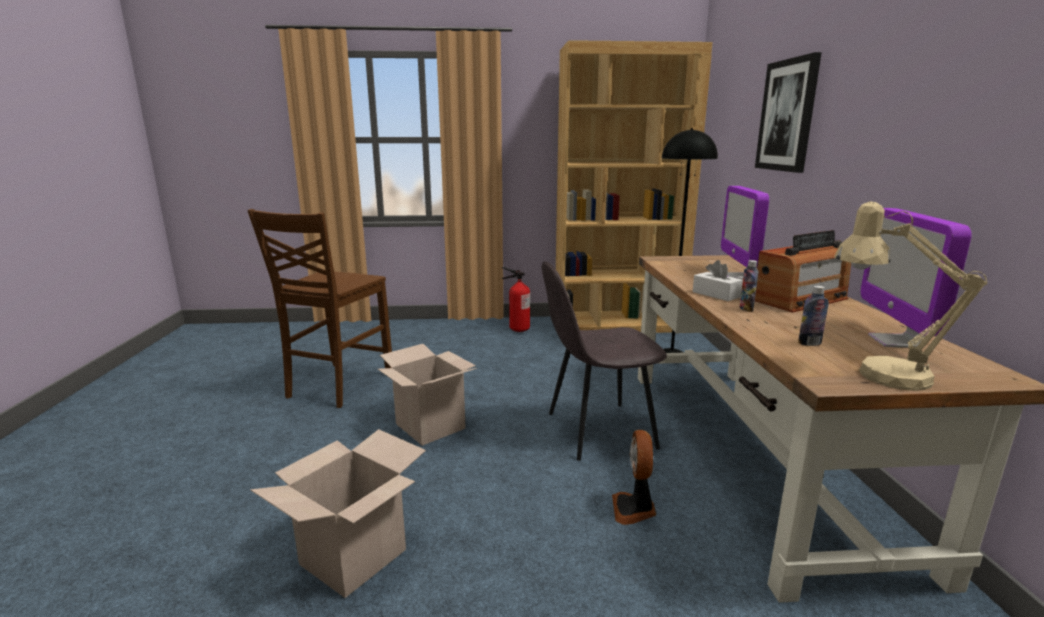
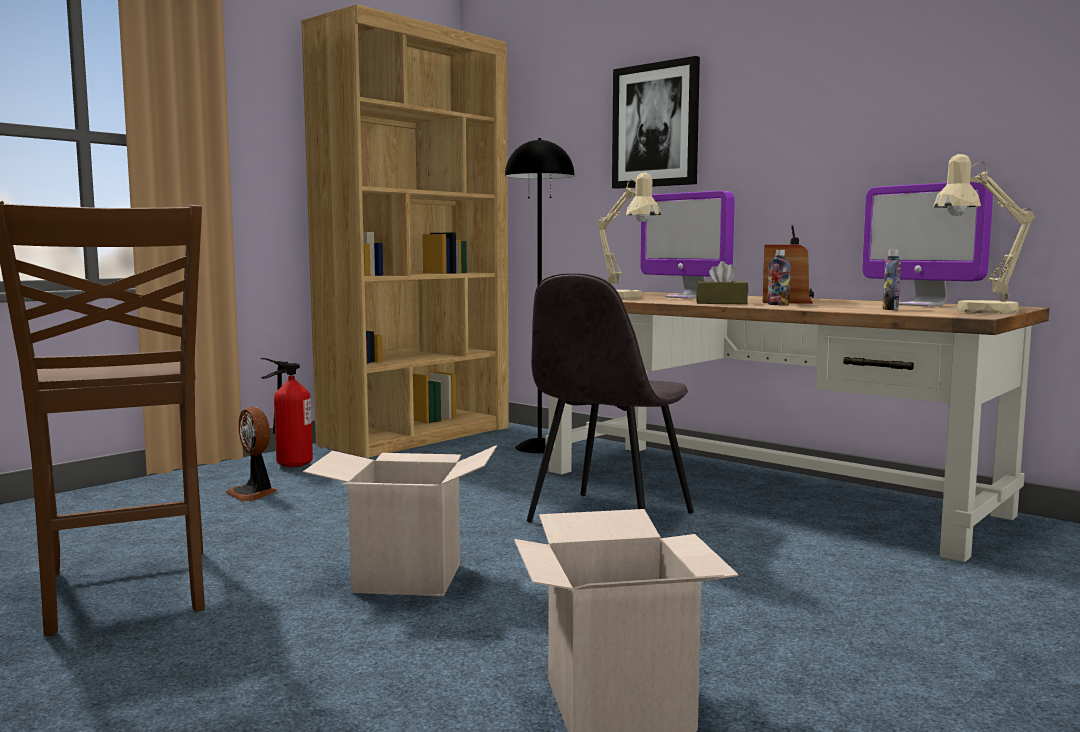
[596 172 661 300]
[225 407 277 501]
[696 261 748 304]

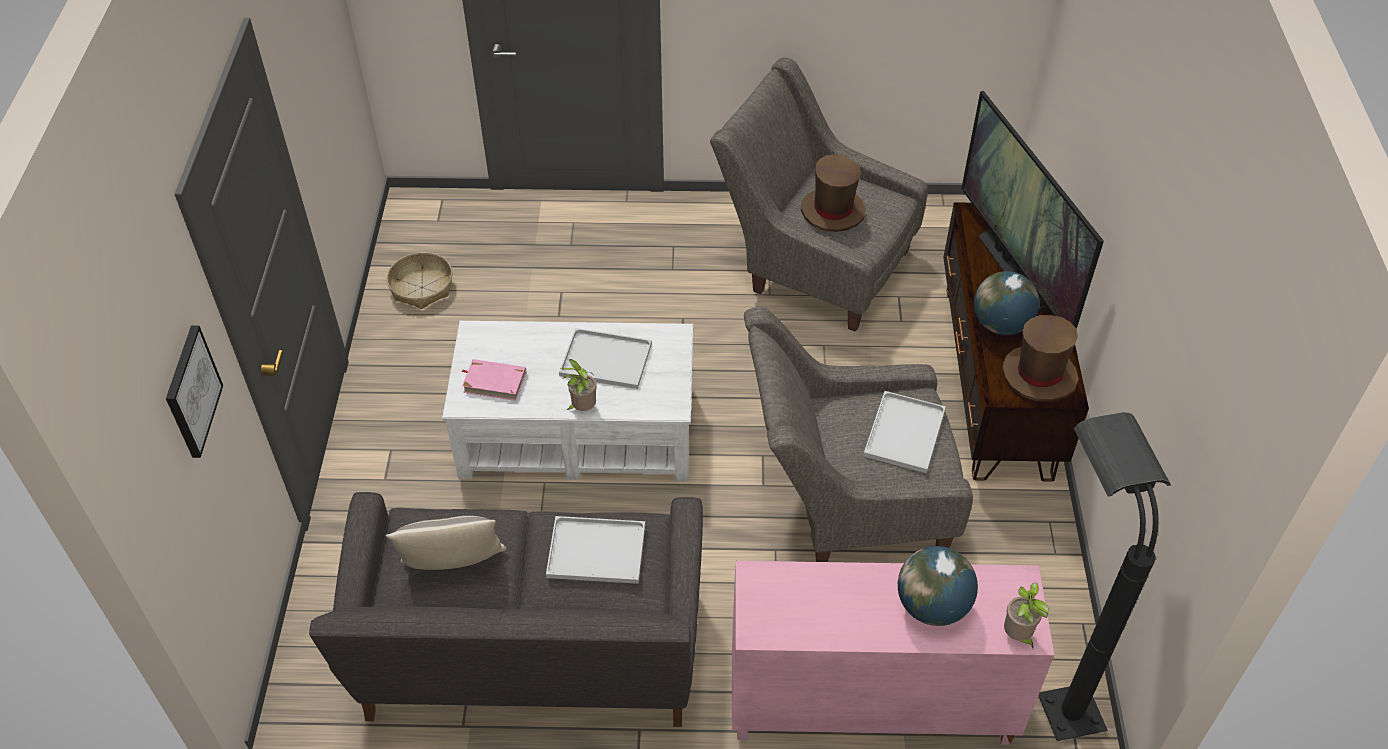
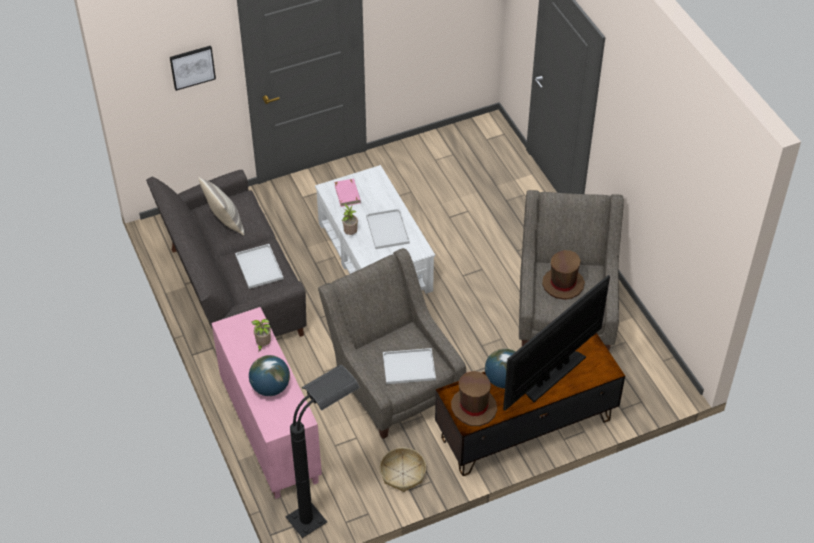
[380 447 426 492]
[251 319 271 352]

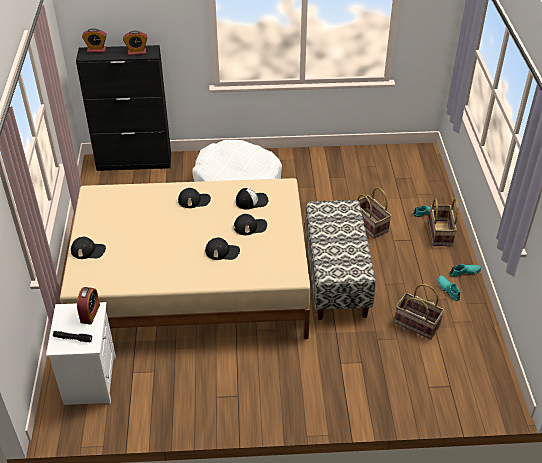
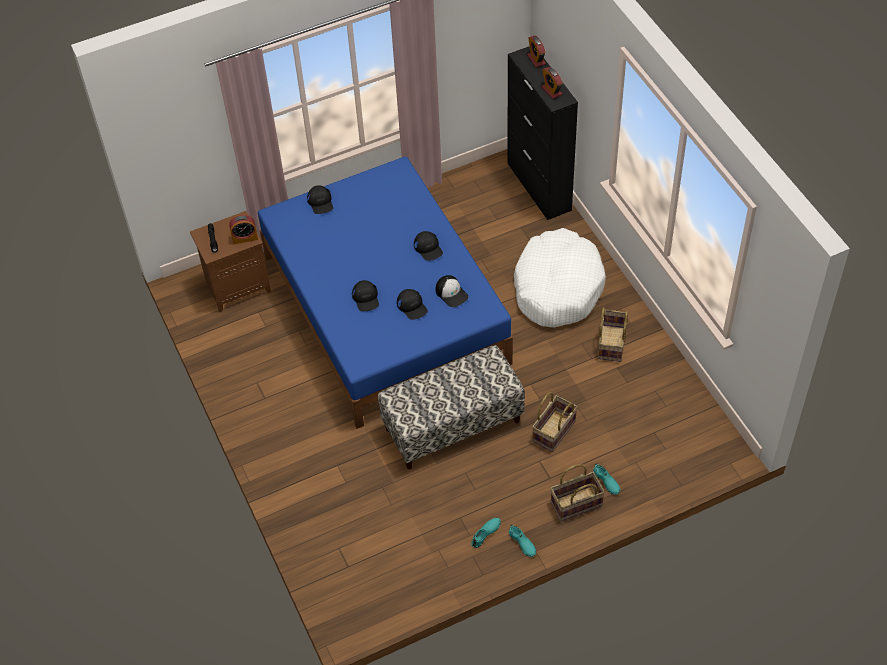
[598 307 628 362]
[190 211 271 312]
[258 156 513 429]

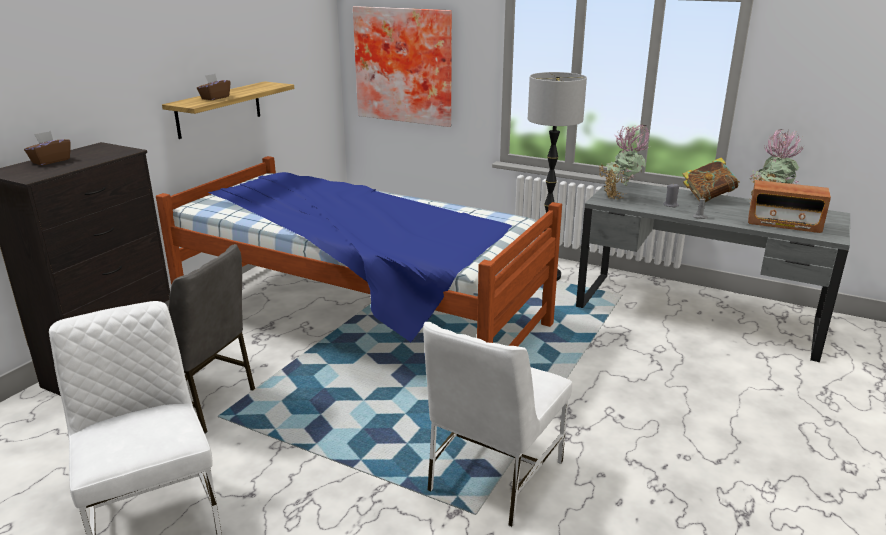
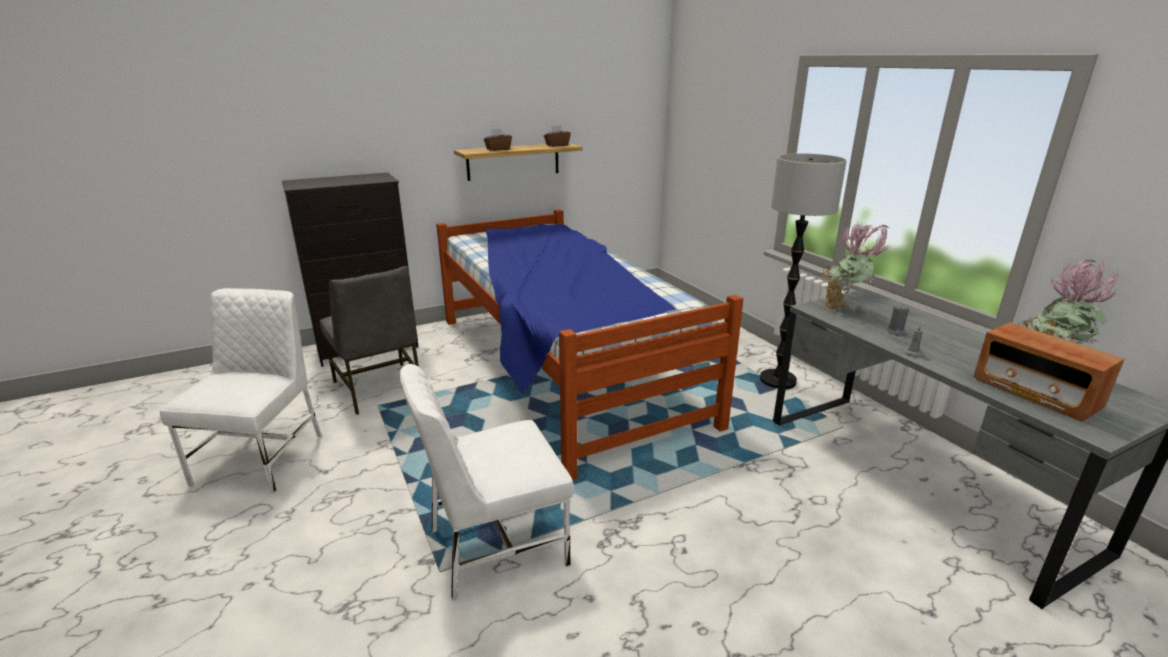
[353 6 452 127] (first image)
[683 158 740 202] (first image)
[544 125 571 147]

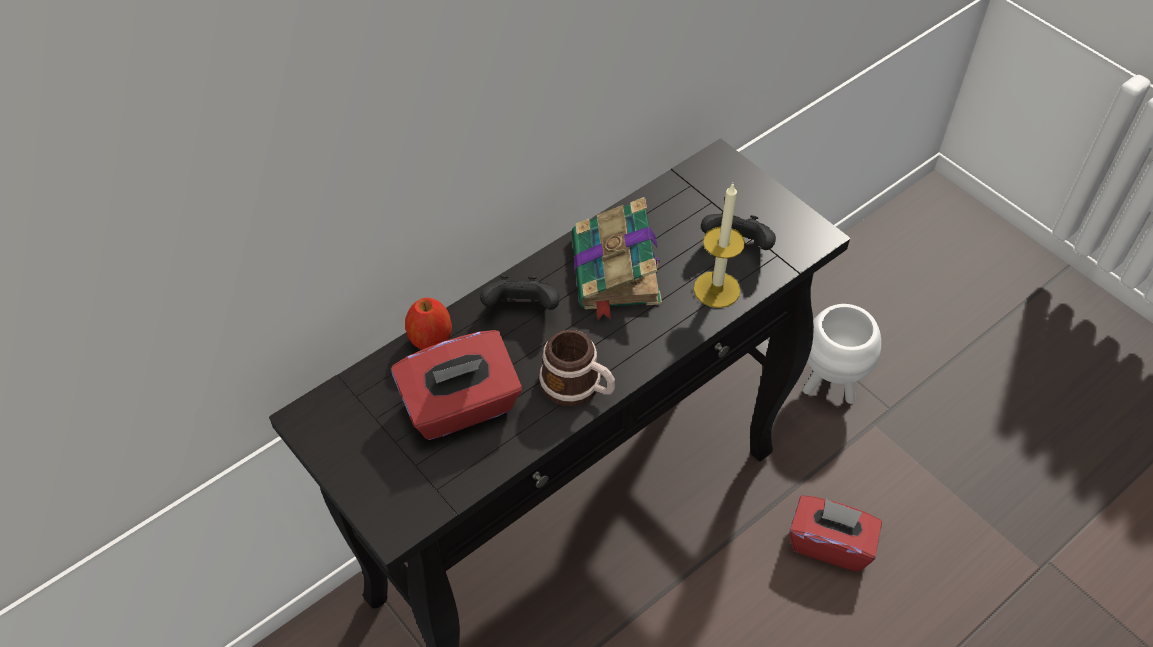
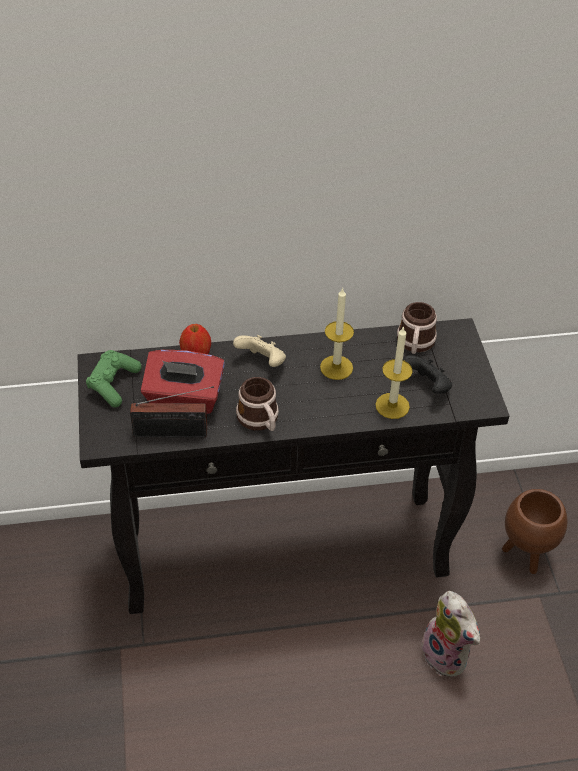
[86 350 142 408]
[130 386 214 437]
[397 302 437 354]
[320 288 354 380]
[422 591 480 677]
[233 335 286 367]
[502 489 567 574]

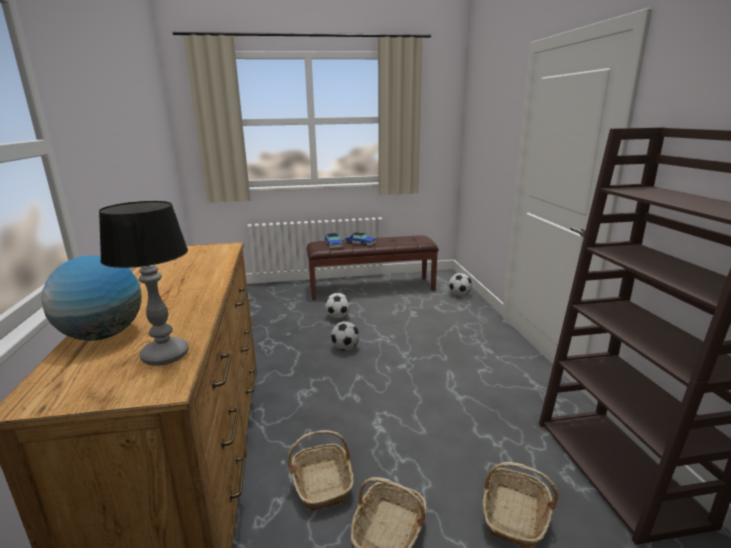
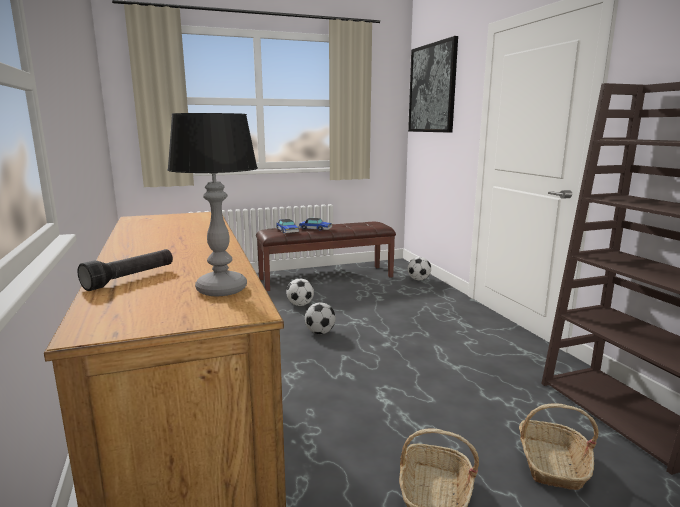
[287 430 354 511] (first image)
[408 36 458 132]
[78 249 173 291]

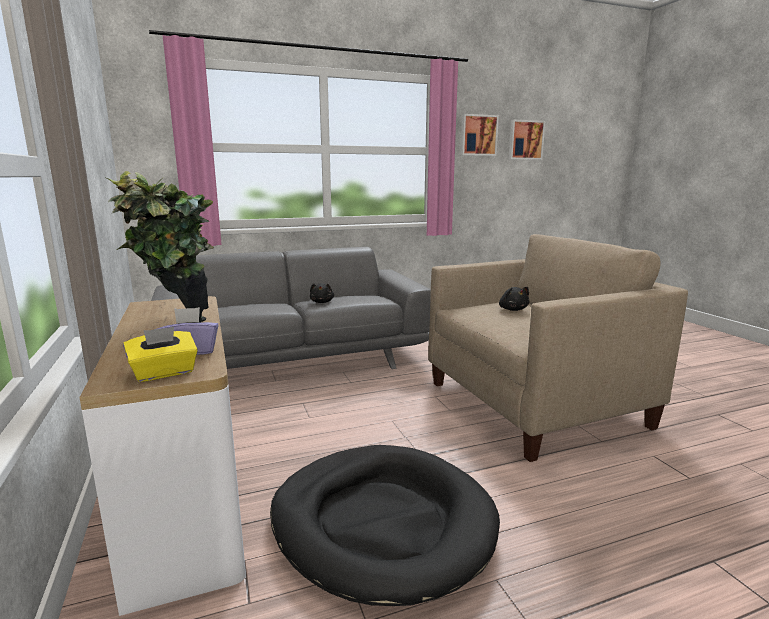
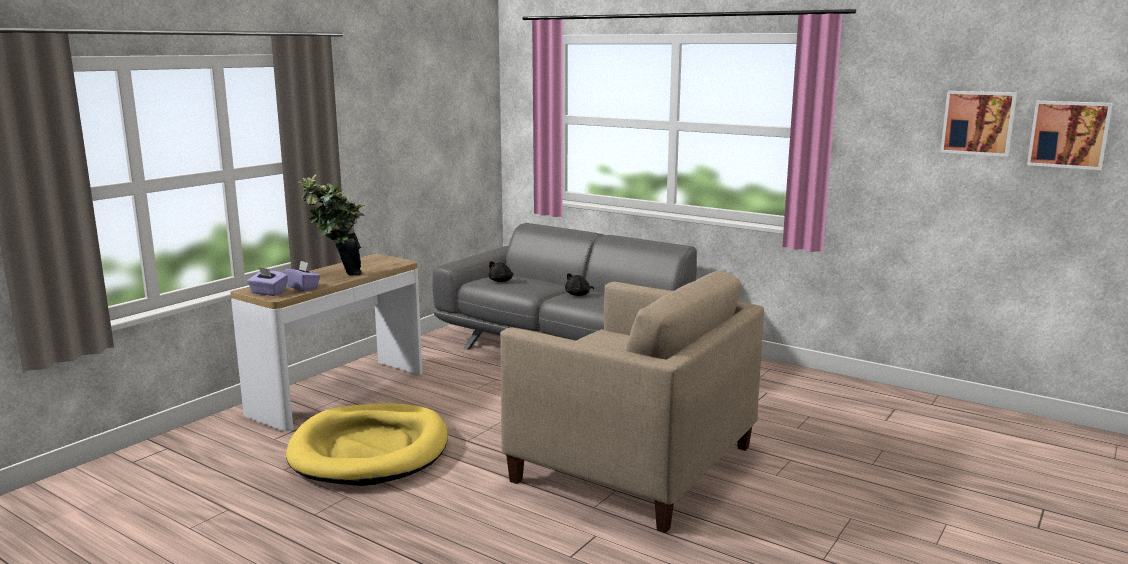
[1027 101 1113 170]
[488 261 513 282]
[247 267 288 296]
[286 403 448 486]

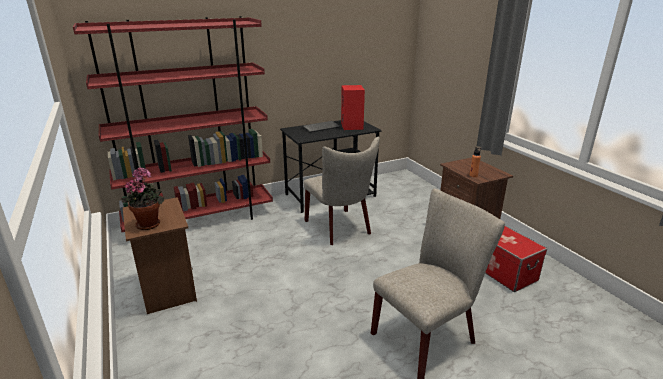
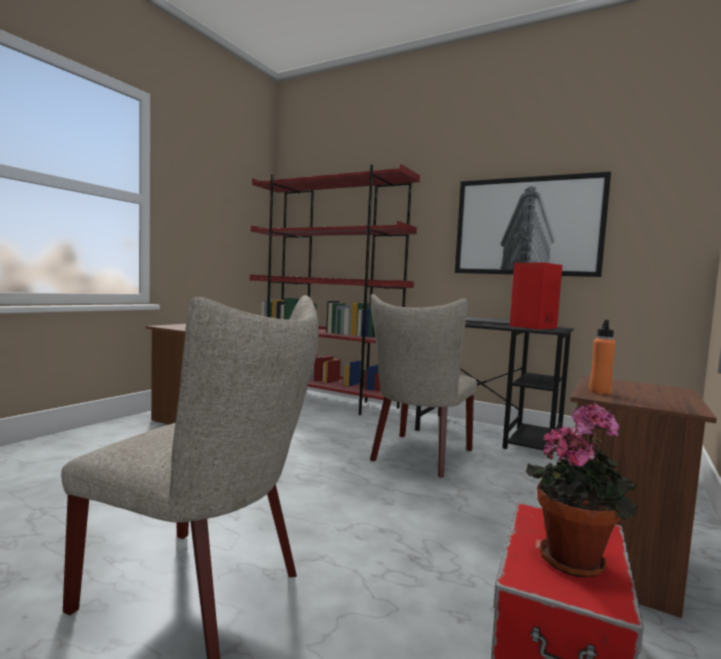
[455 171 611 277]
[526 403 637 577]

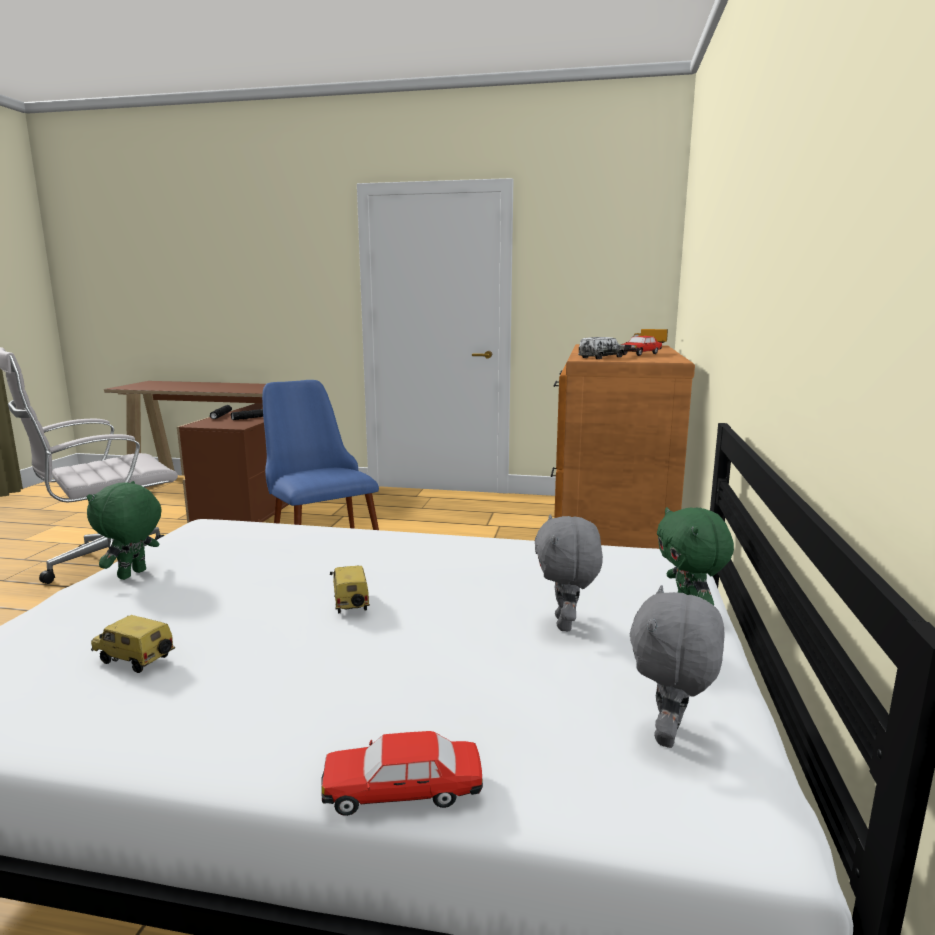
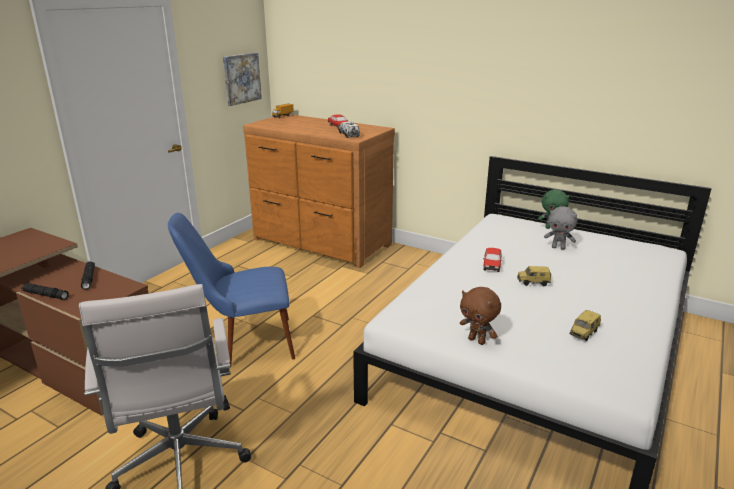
[630 585 724 748] (first image)
[223 53 262 106]
[483 248 503 272]
[460 287 501 345]

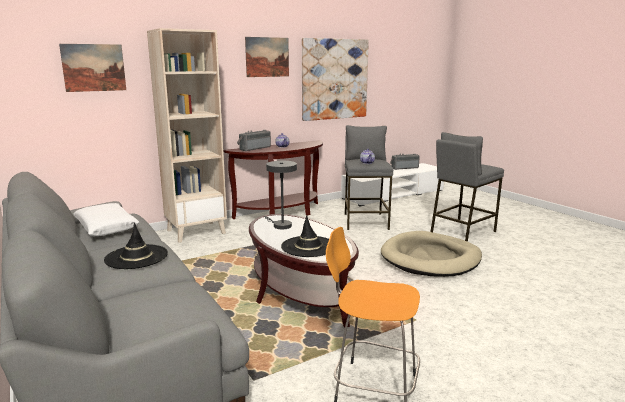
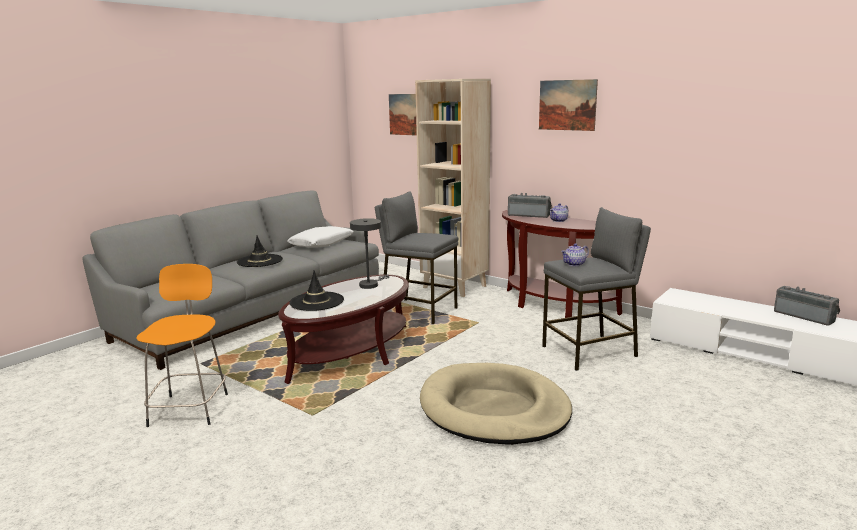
[302 38 369 121] (first image)
[375 191 459 324]

